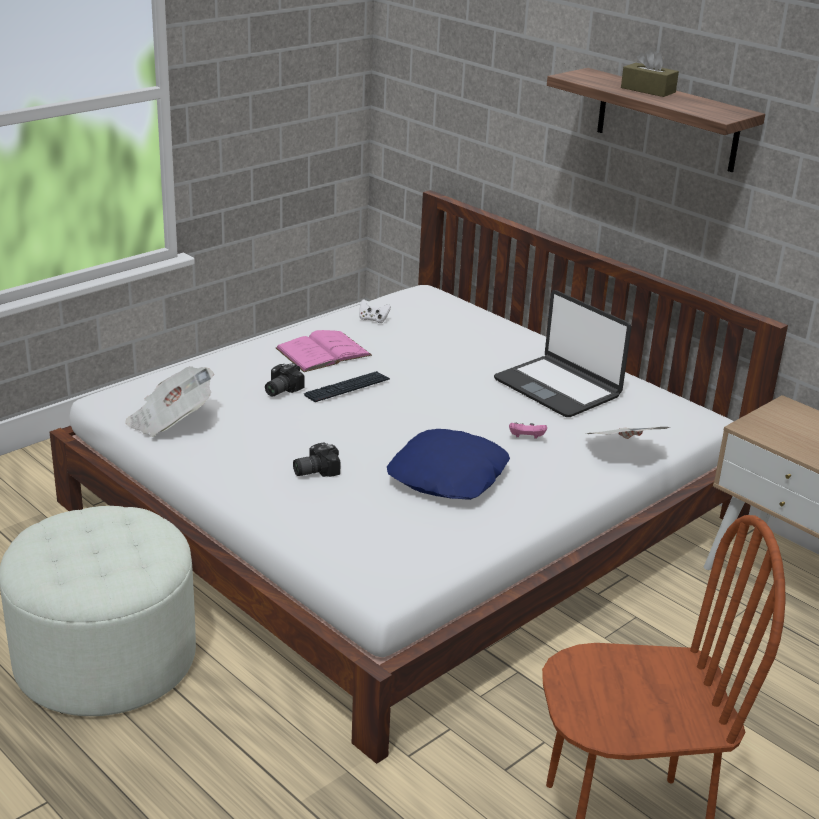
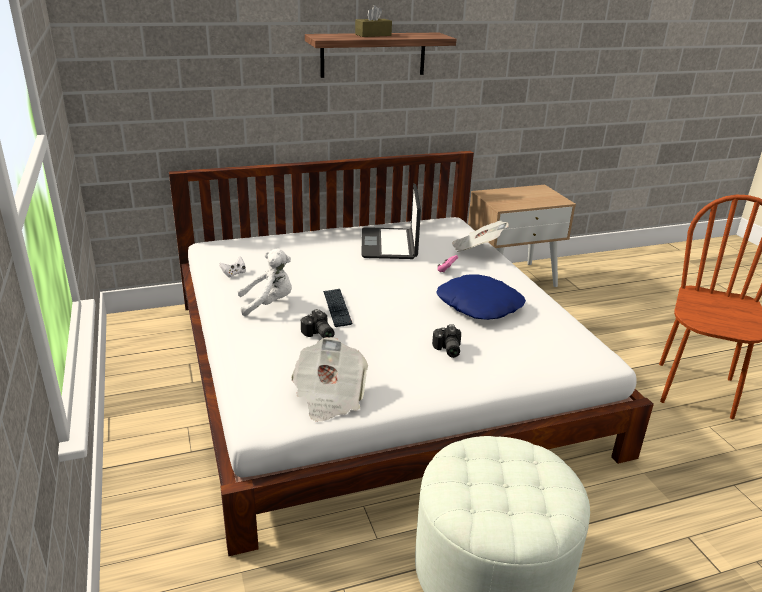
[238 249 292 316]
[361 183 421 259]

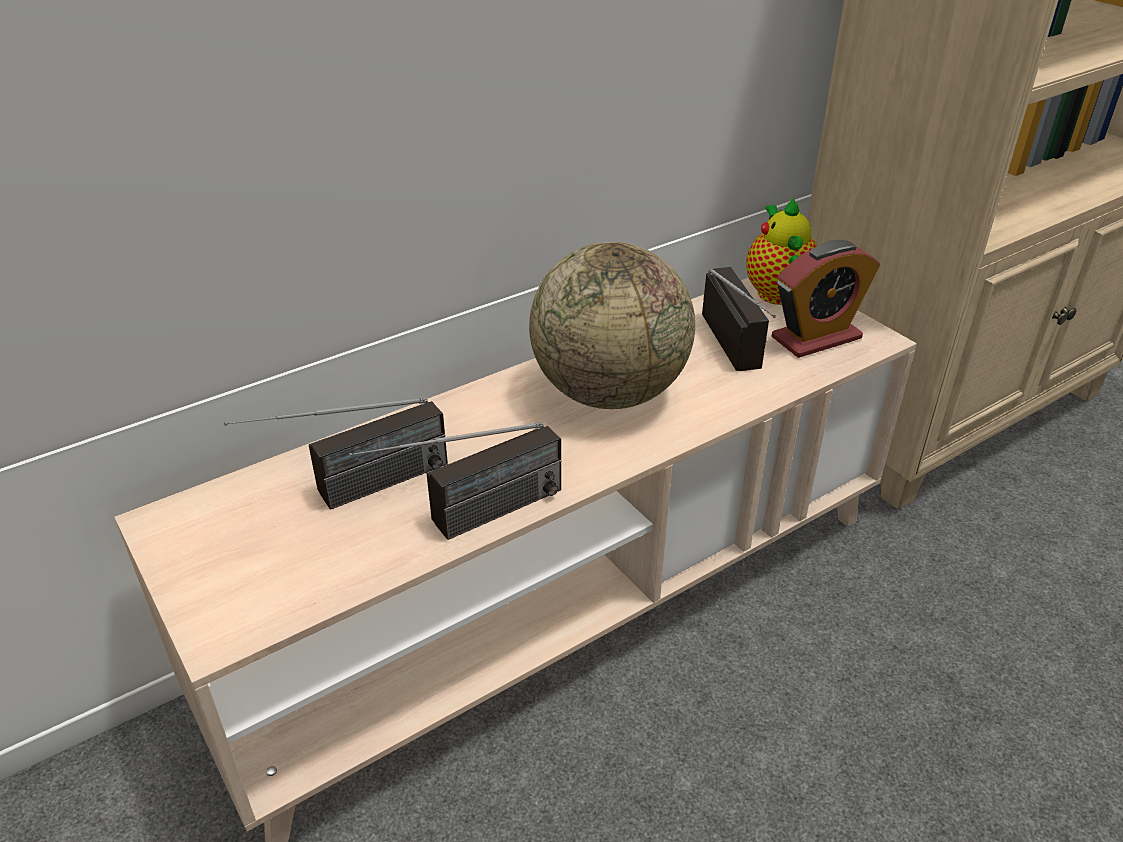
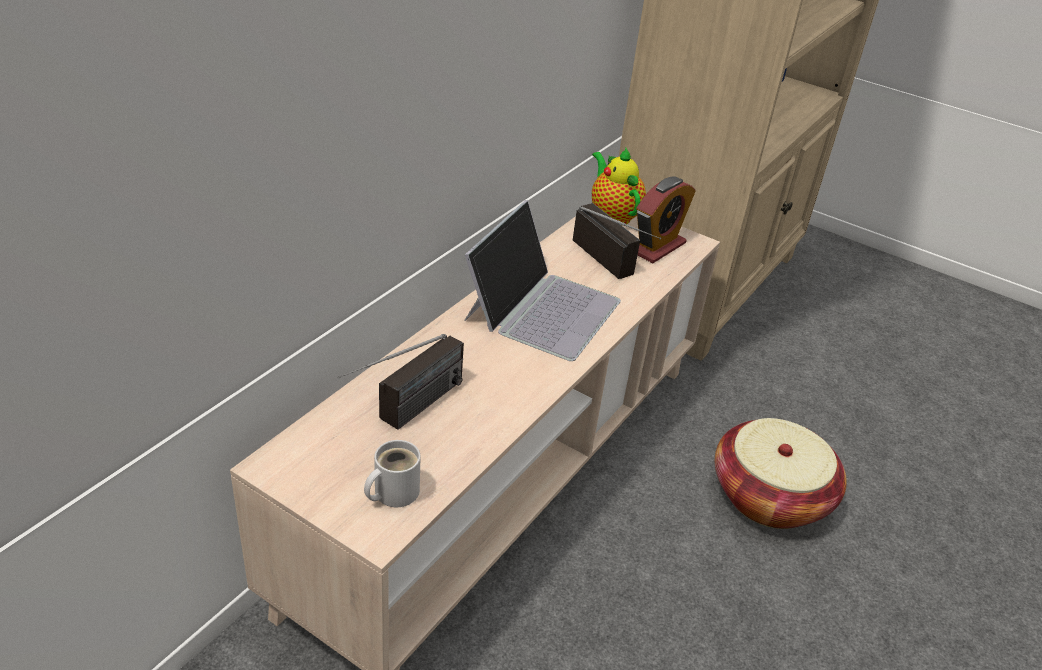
[349 422 562 540] (first image)
[364 440 421 507]
[715 418 847 529]
[464 200 621 361]

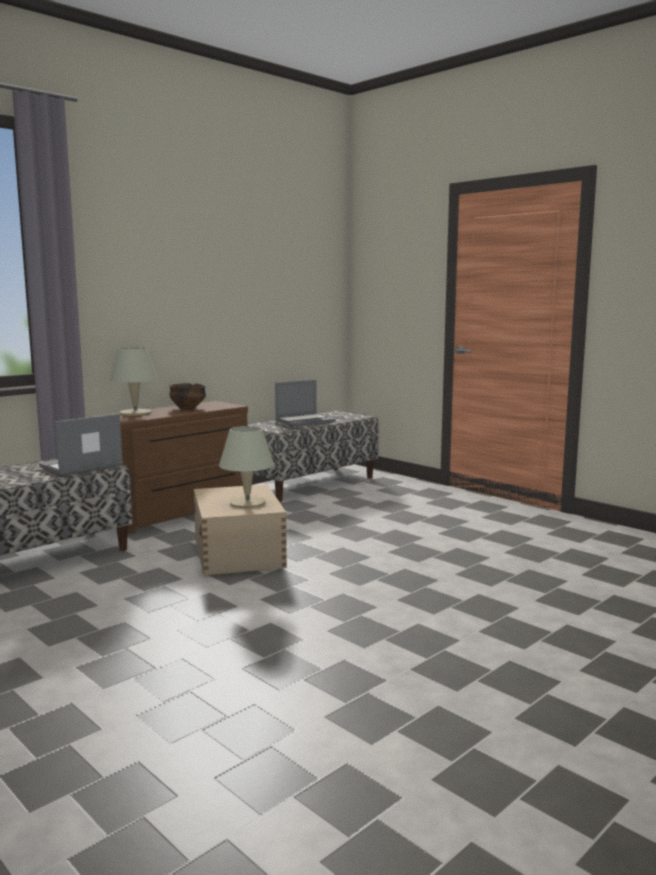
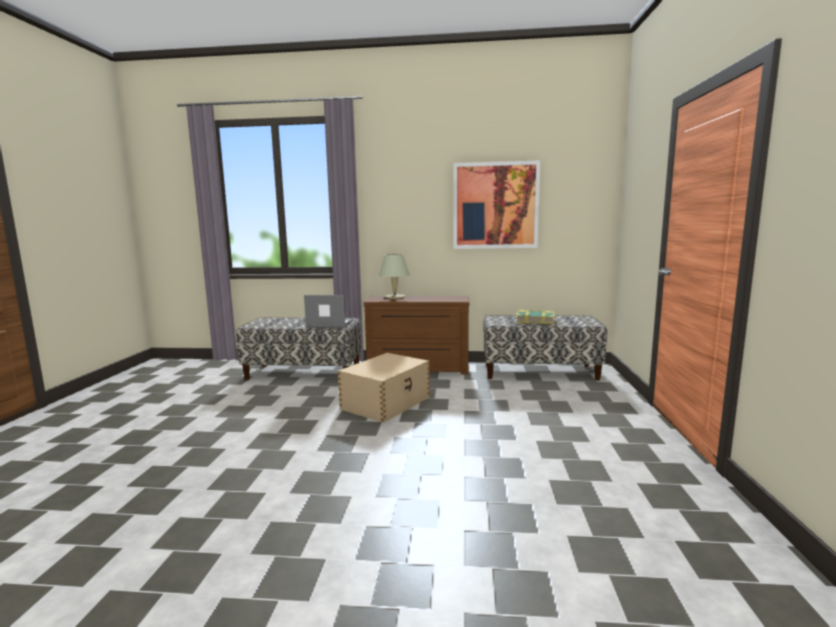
[169 383 206 410] (first image)
[219 426 275 508] (first image)
[453 160 540 249]
[516 310 555 325]

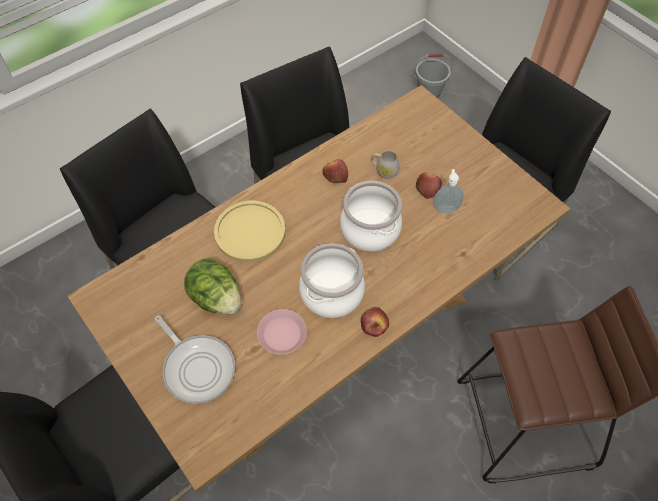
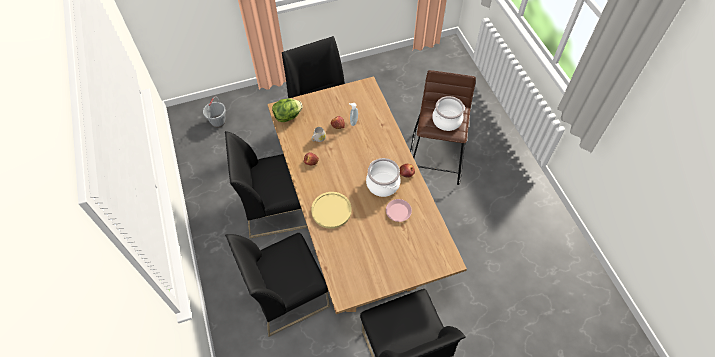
[155 315 235 404] (first image)
[272 98 303 122]
[432 96 465 131]

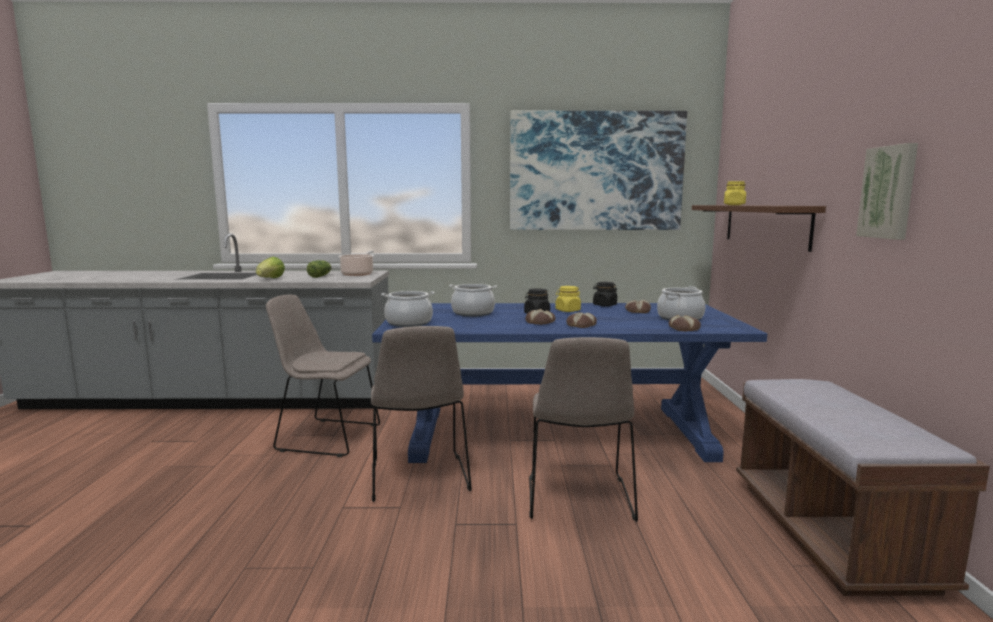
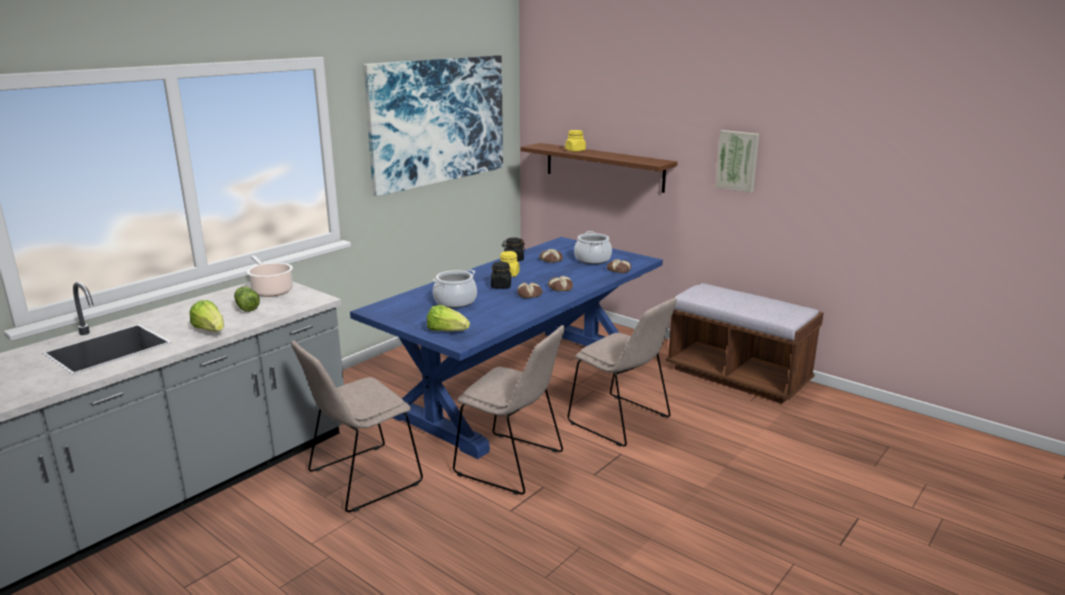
[427 305 470 331]

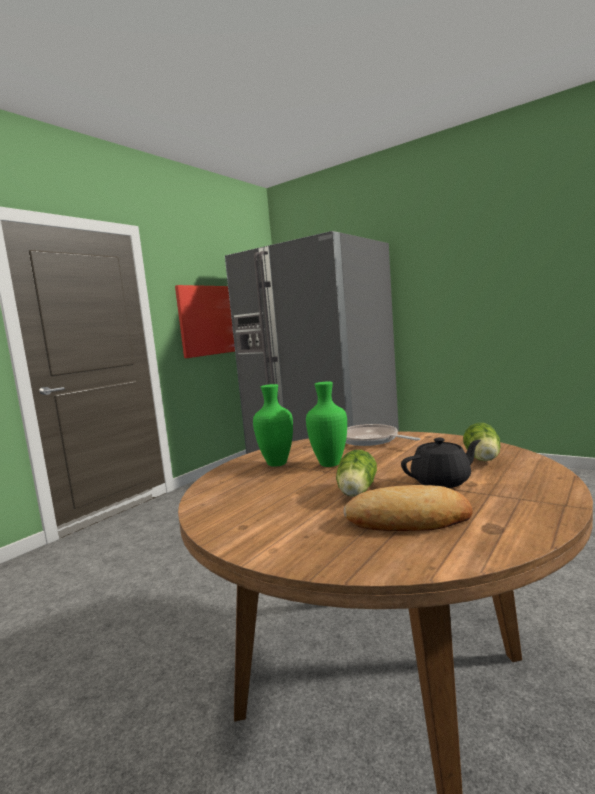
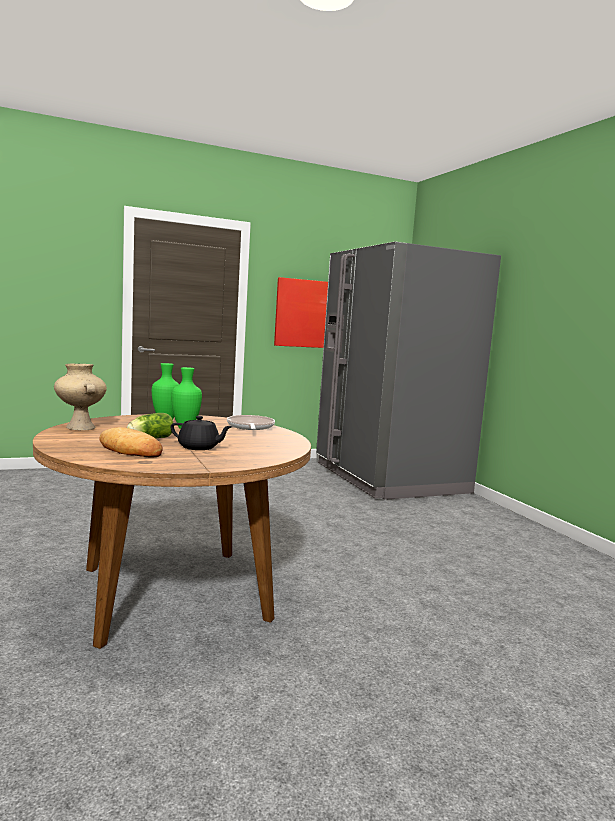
[463 423 501 461] (first image)
[54 364 107 430]

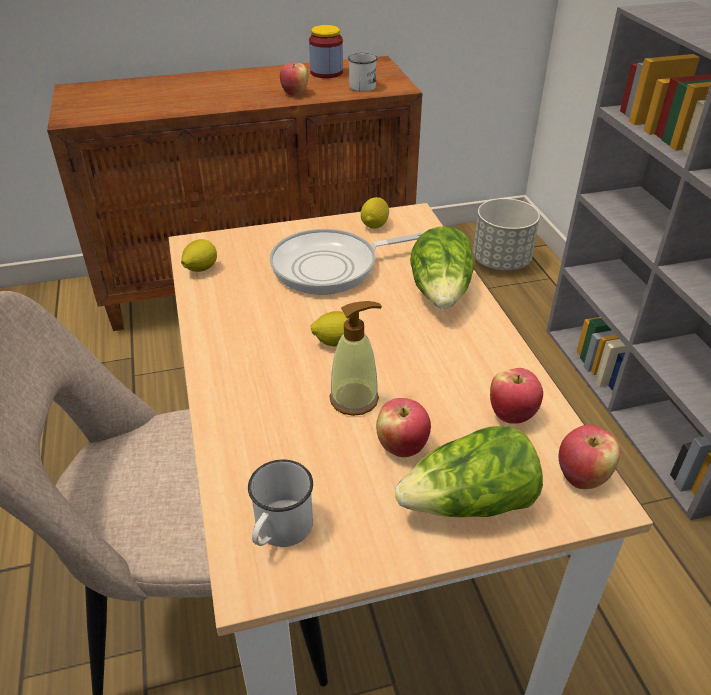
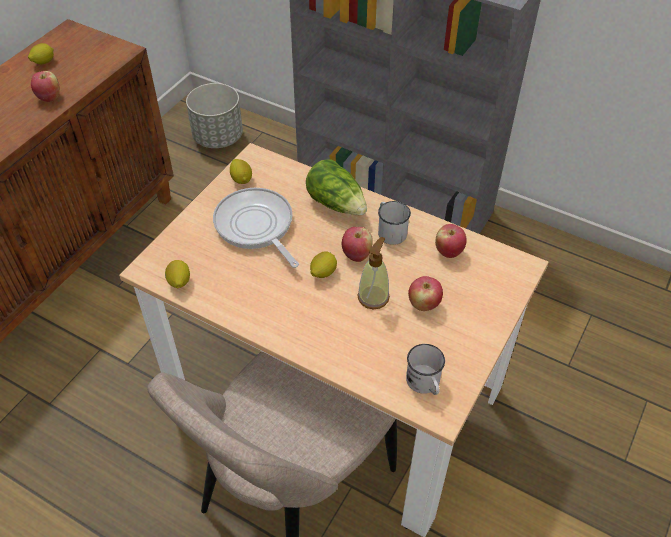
[395 426 543 517] (first image)
[378 201 411 245]
[342 227 373 262]
[28 43 54 64]
[213 188 299 268]

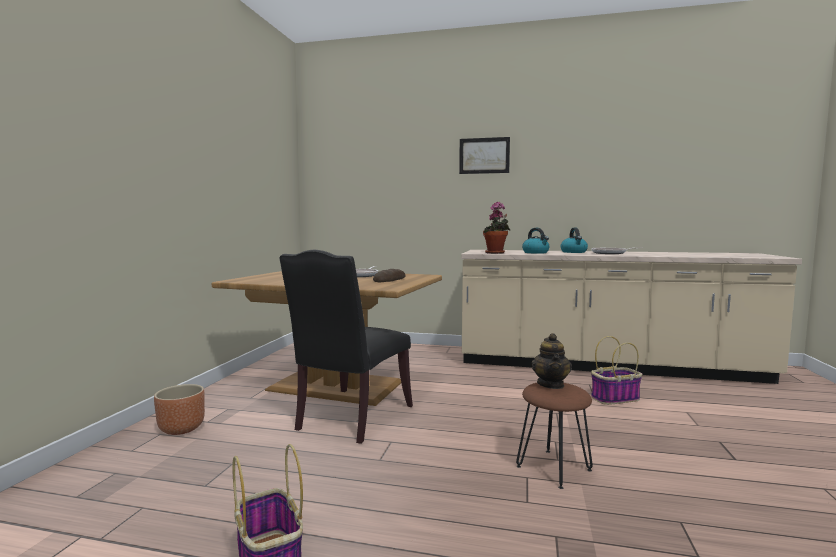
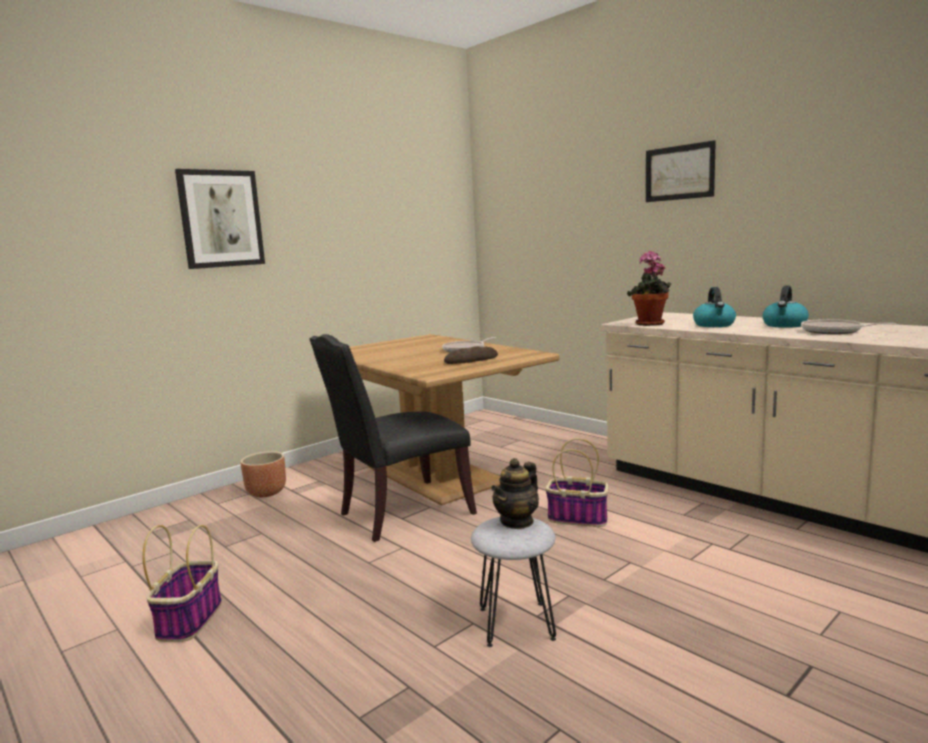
[175 169 265 269]
[545 438 609 527]
[471 517 556 647]

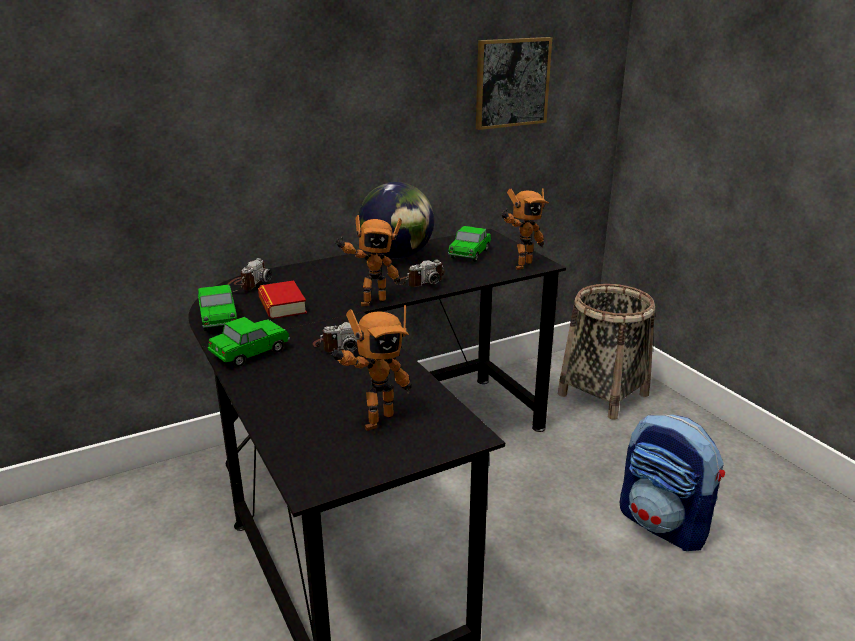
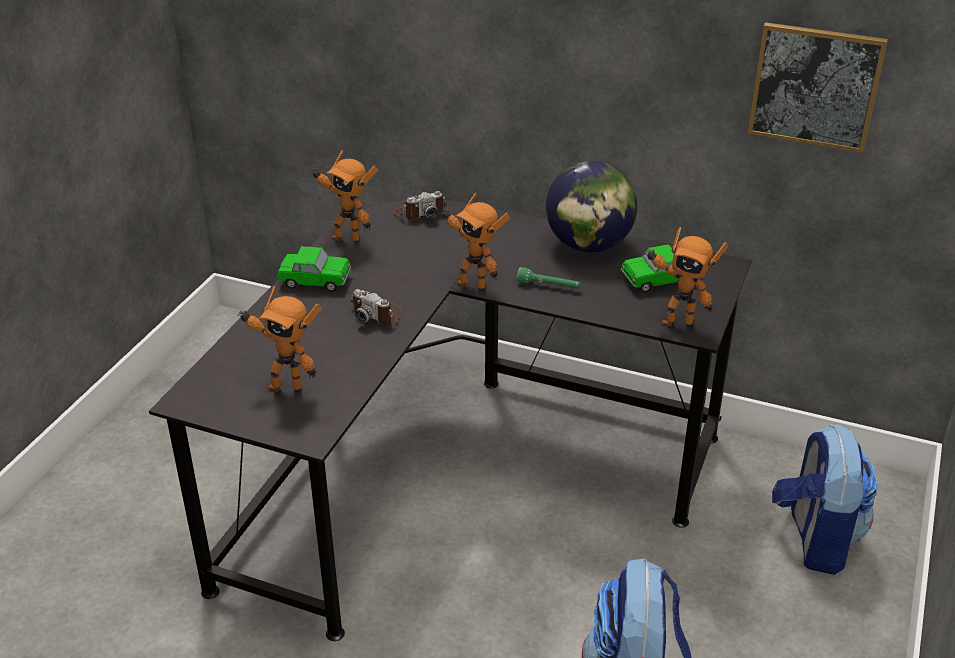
[258 280 307 319] (first image)
[311 150 378 242]
[517 267 580 288]
[772 424 878 575]

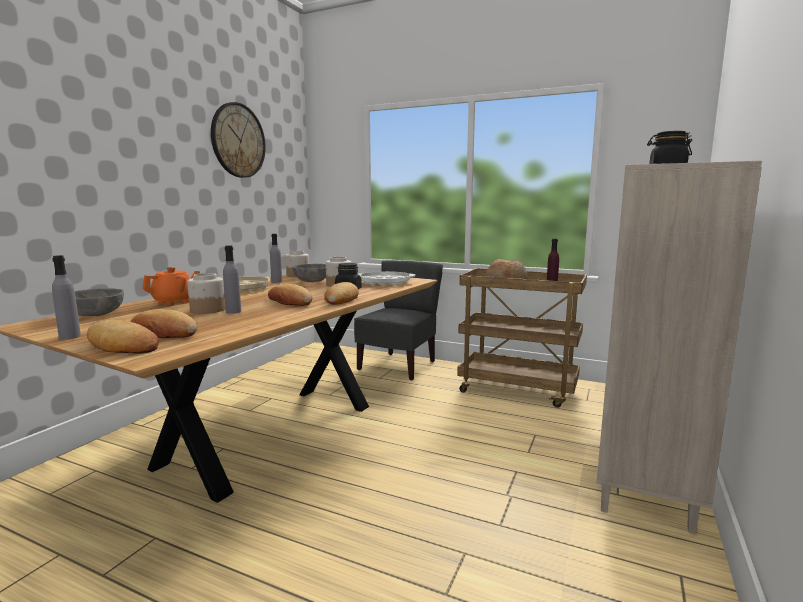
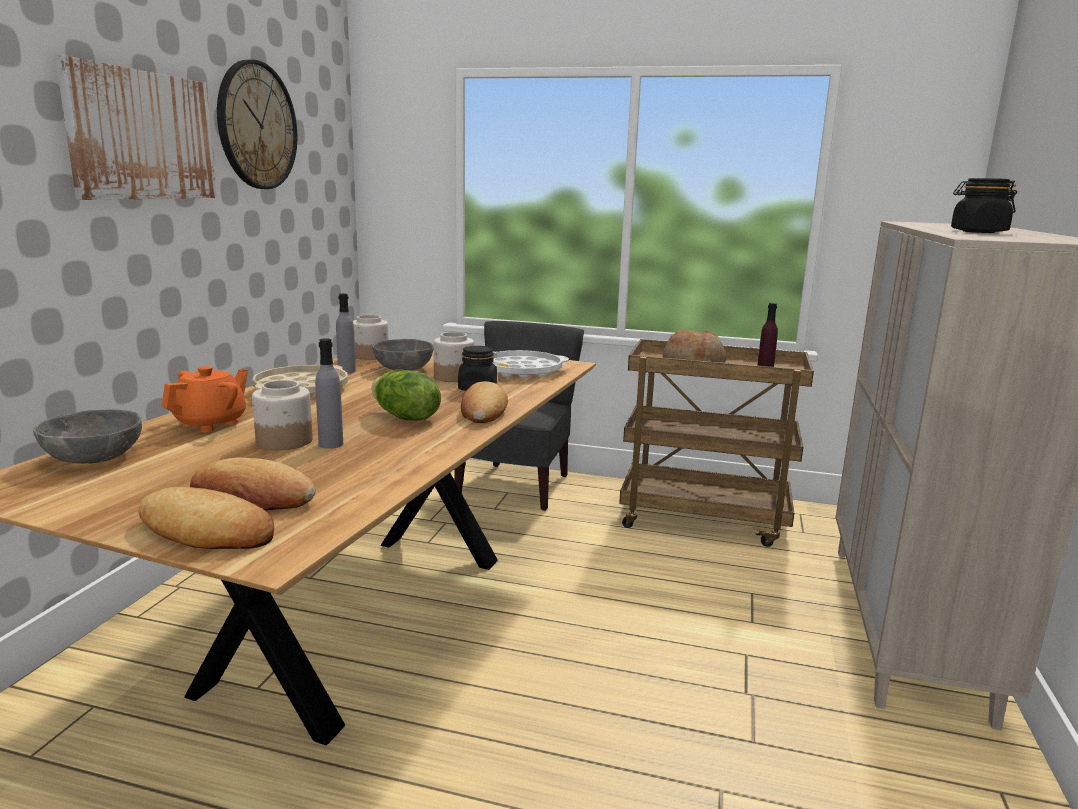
[52 255 81 340] (first image)
[55 55 217 200]
[372 369 441 421]

